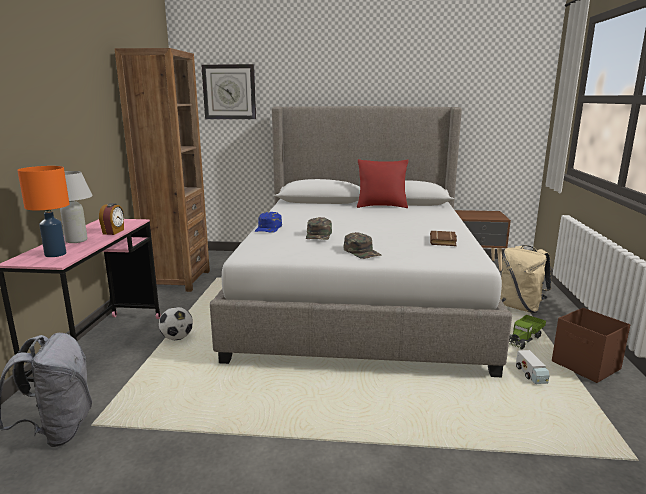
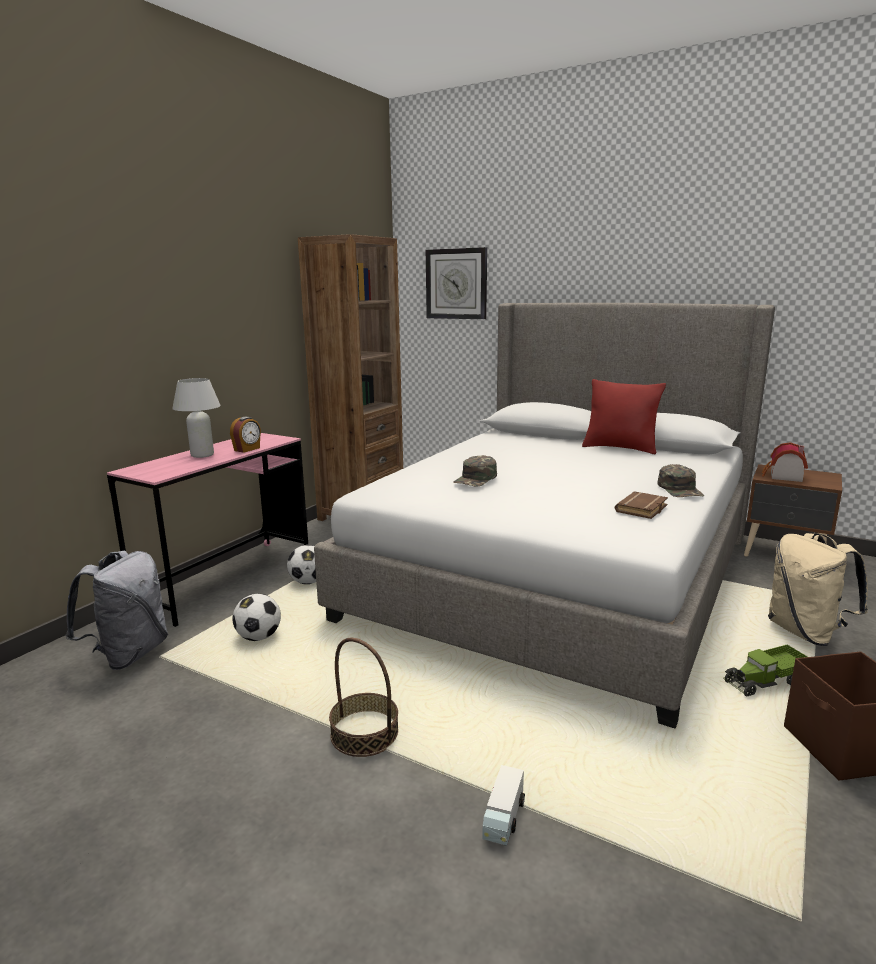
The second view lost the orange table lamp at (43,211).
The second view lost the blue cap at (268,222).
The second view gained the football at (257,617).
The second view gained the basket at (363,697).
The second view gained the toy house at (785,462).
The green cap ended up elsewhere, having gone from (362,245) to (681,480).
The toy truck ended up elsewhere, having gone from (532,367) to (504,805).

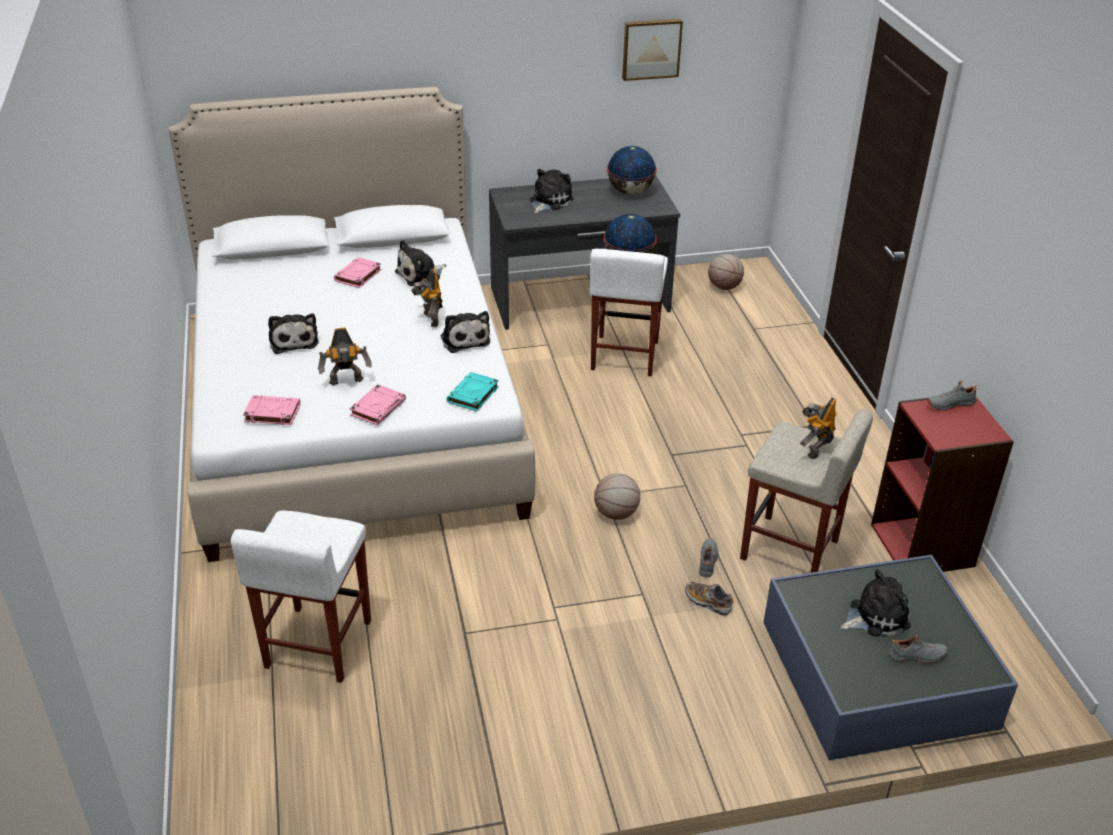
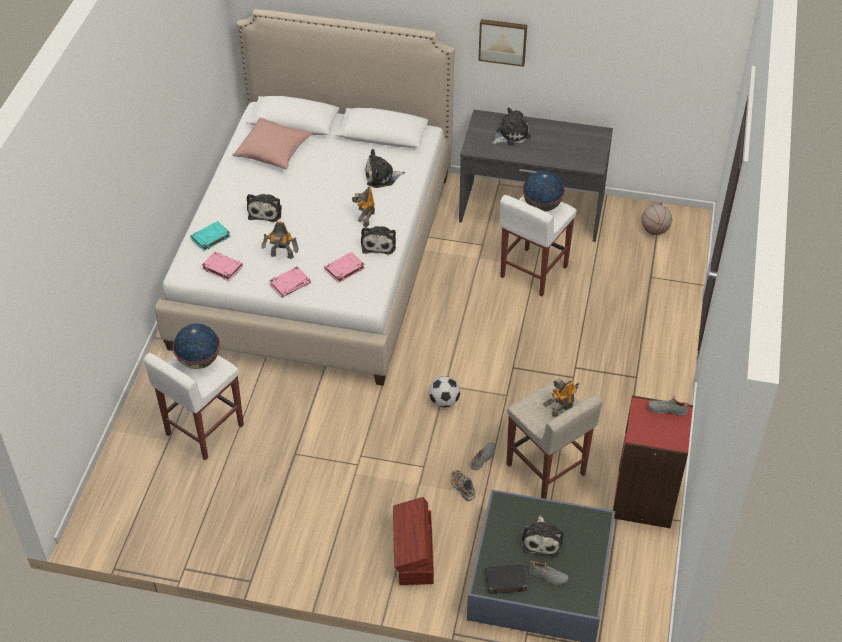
The second view gained the pink pillow at (272,144).
The second view gained the brown storage box at (413,541).
The second view gained the black book at (506,579).
The pink book ended up elsewhere, having gone from (358,272) to (344,267).
The turquoise book ended up elsewhere, having gone from (473,392) to (210,236).
The globe ended up elsewhere, having gone from (632,170) to (196,346).
The picture ended up elsewhere, having gone from (652,50) to (502,43).
Where the basketball stood at (617,496), the football came to stand at (444,391).
The plush toy at (876,602) ended up facing another way, 90 degrees clockwise from before.

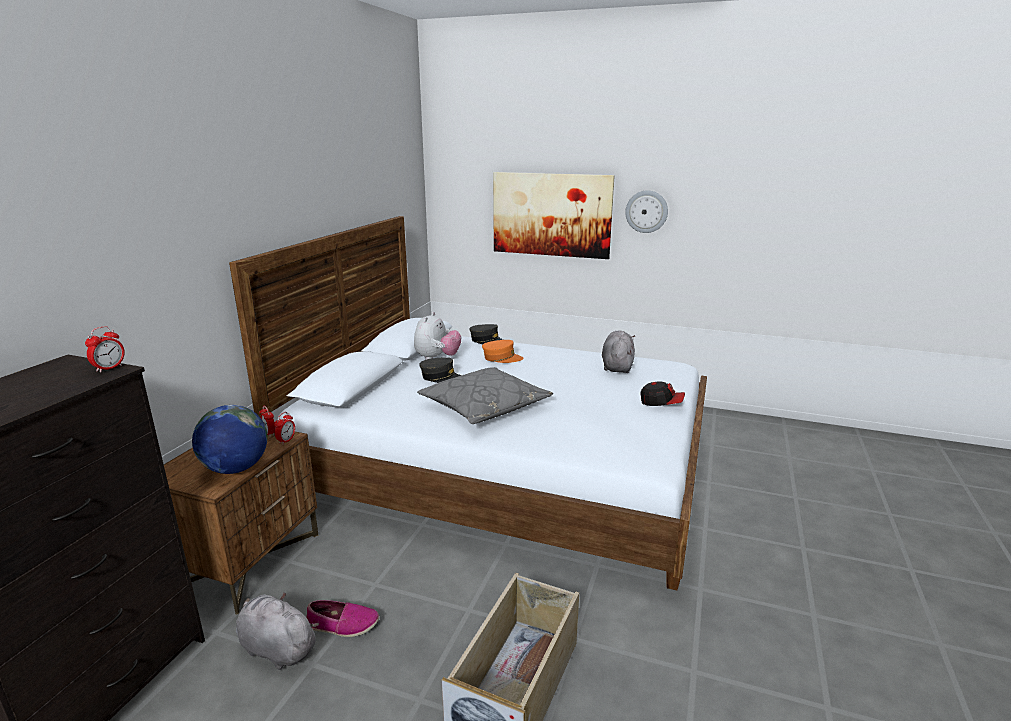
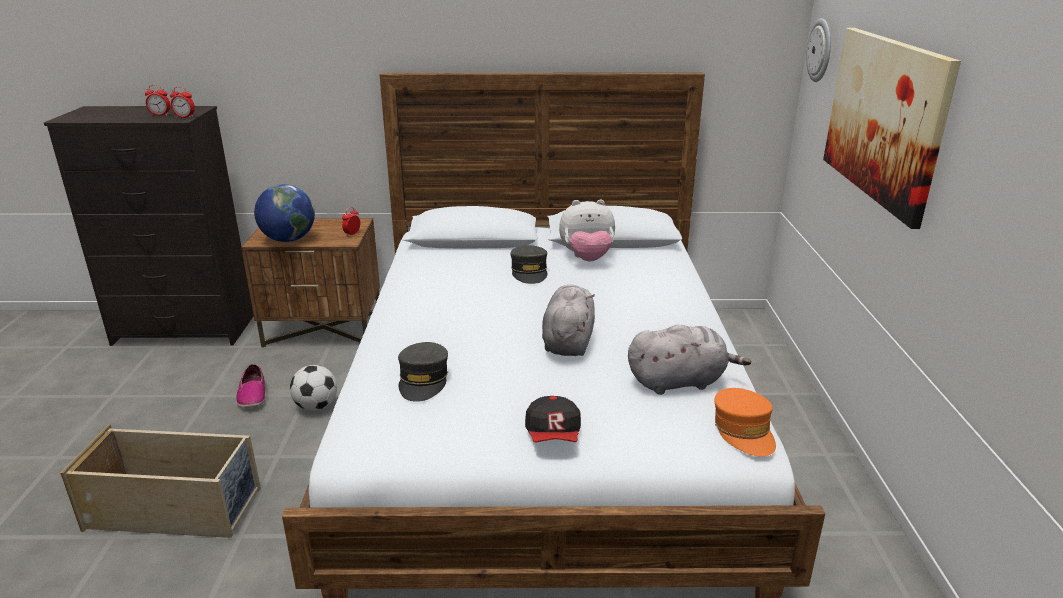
The second view lost the grey pillow at (485,395).
The second view gained the football at (313,388).
The grey plush toy ended up elsewhere, having gone from (277,631) to (568,320).
The alarm clock ended up elsewhere, having gone from (284,428) to (157,100).
The grey cap ended up elsewhere, having gone from (486,334) to (423,372).
The orange cap ended up elsewhere, having gone from (502,351) to (745,422).
The wall clock ended up elsewhere, having gone from (646,211) to (818,50).

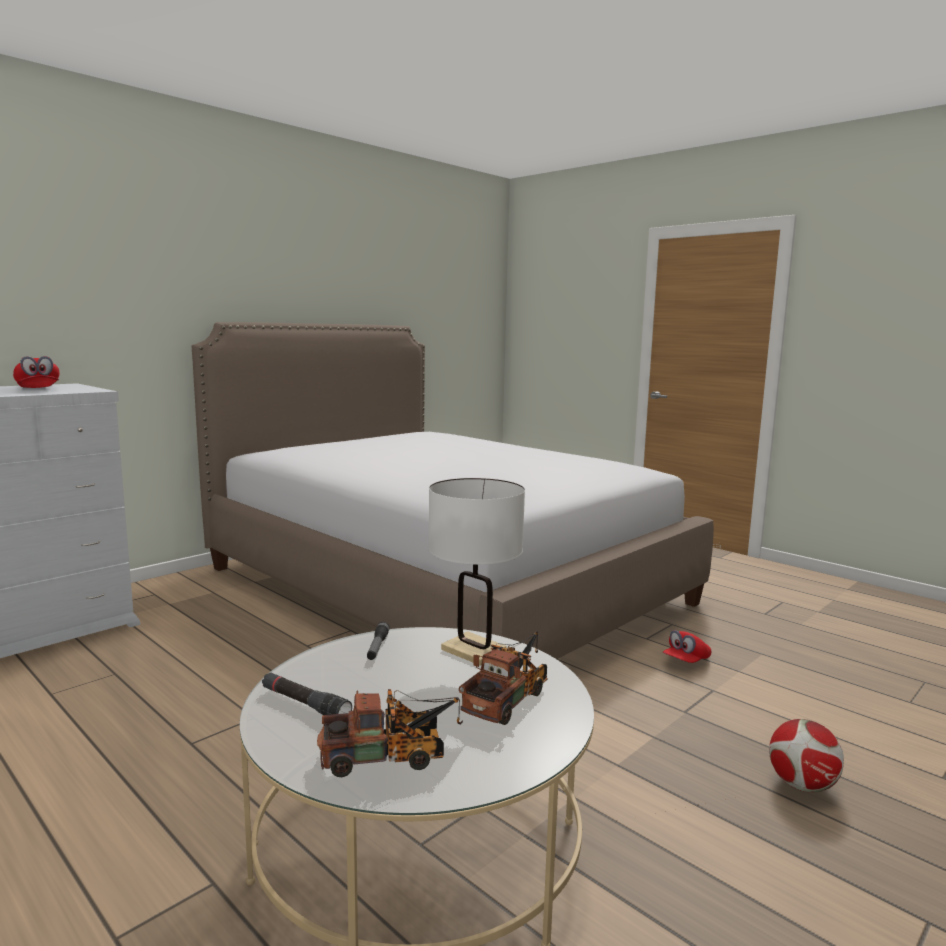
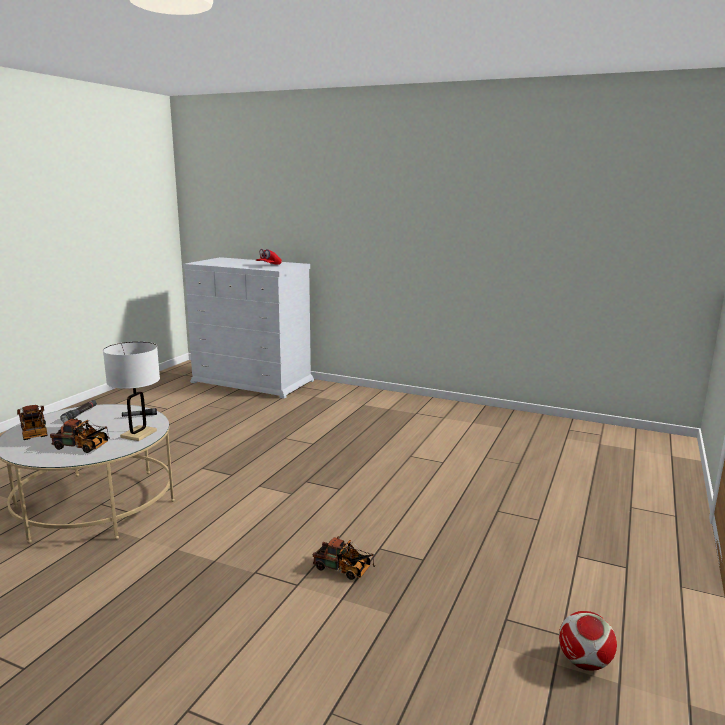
The second view lost the bed at (453,490).
The football ended up elsewhere, having gone from (806,755) to (588,641).
Where the red cap stood at (687,646), the toy truck came to stand at (344,558).

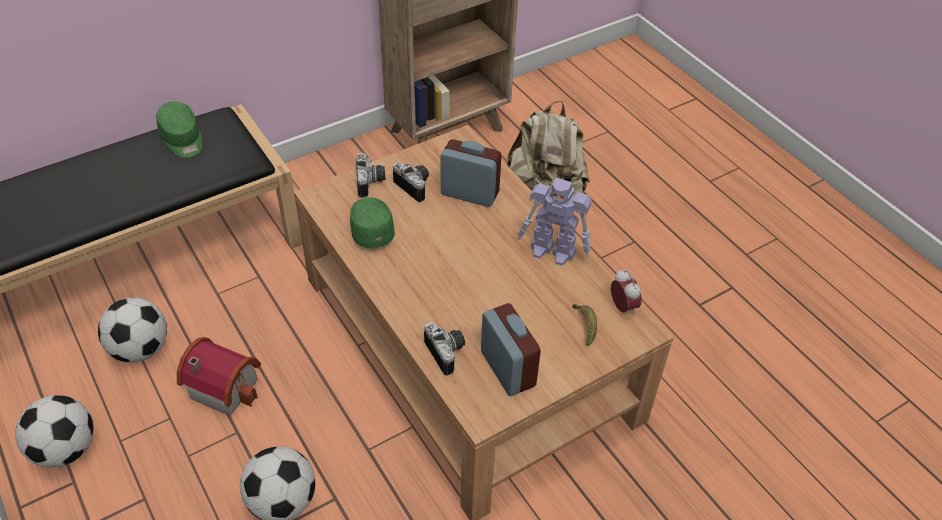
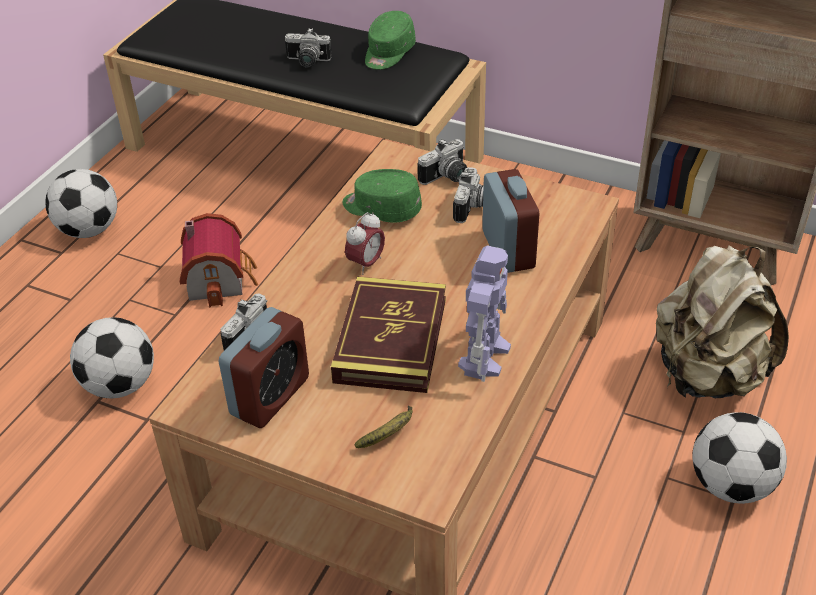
The second view gained the photo camera at (308,48).
The second view gained the book at (388,335).
The football ended up elsewhere, having gone from (132,330) to (739,458).
The alarm clock ended up elsewhere, having gone from (626,291) to (365,243).
The green cap at (372,222) ended up facing another way, 105 degrees counterclockwise from before.
The toy robot at (555,222) ended up facing another way, 150 degrees counterclockwise from before.

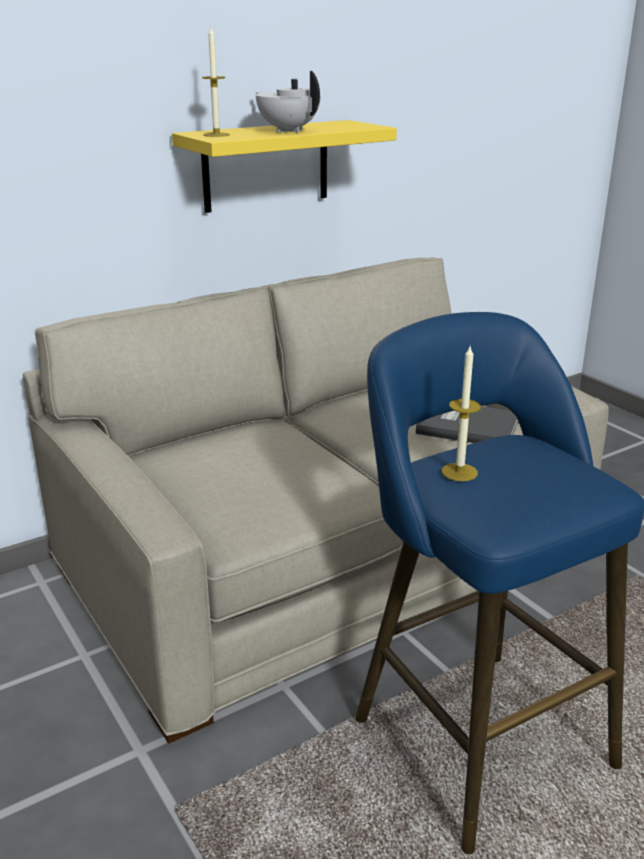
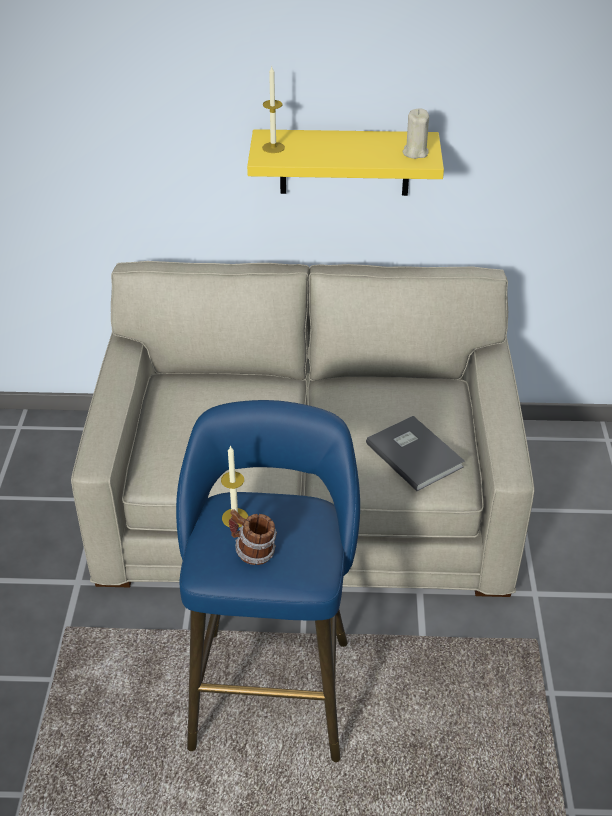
The second view lost the white teapot at (288,102).
The second view gained the mug at (253,537).
The second view gained the beige candle at (416,134).

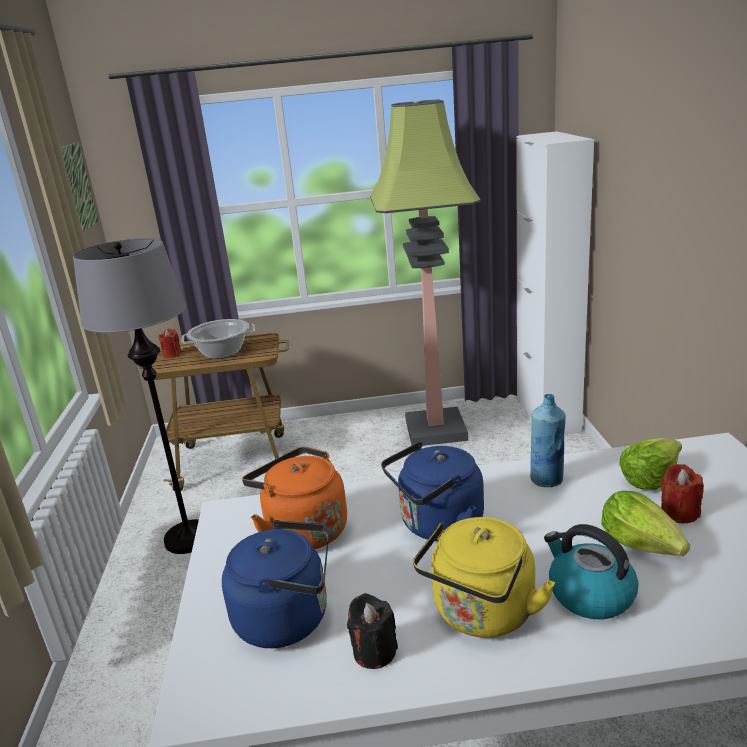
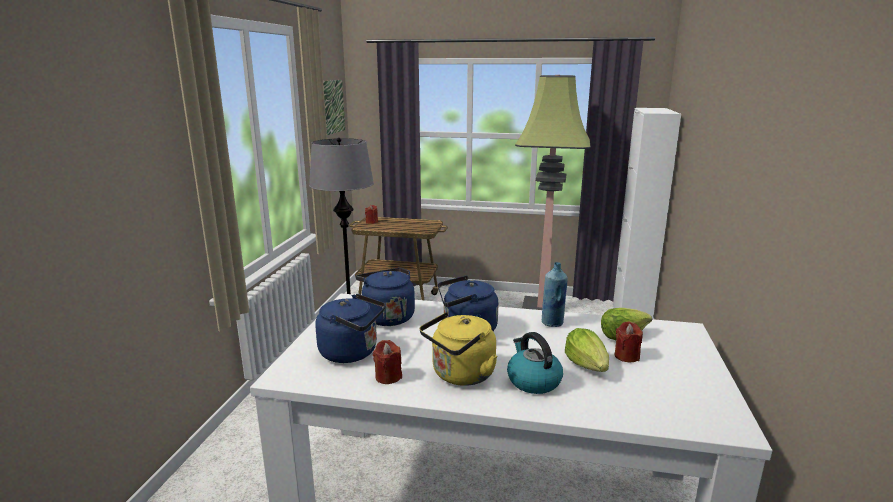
The second view lost the cooking pot at (218,339).
What was the orange kettle at (294,498) turned into the blue kettle at (383,297).
What was the black candle at (372,631) turned into the red candle at (387,362).

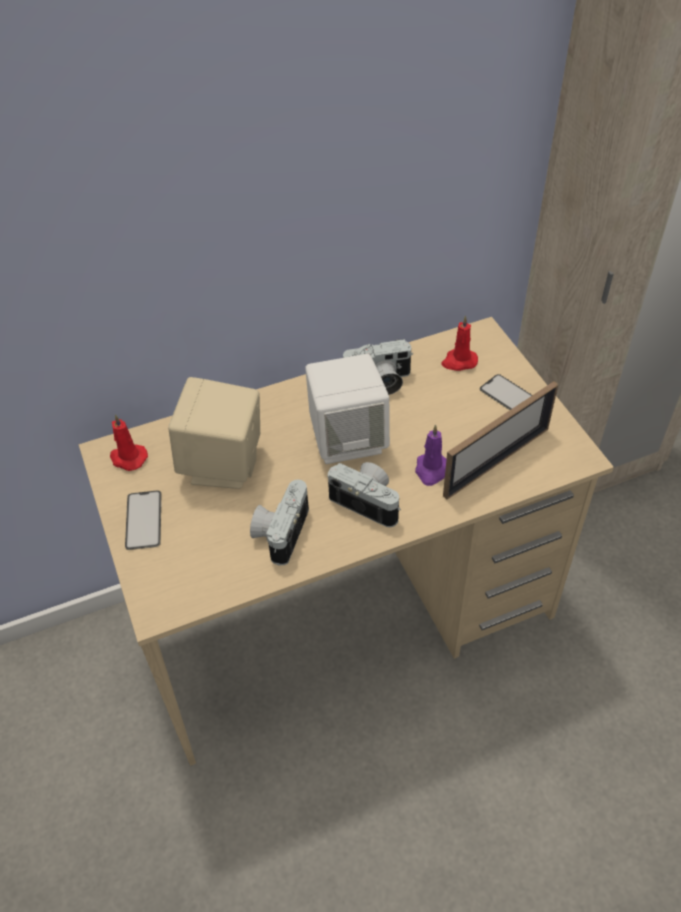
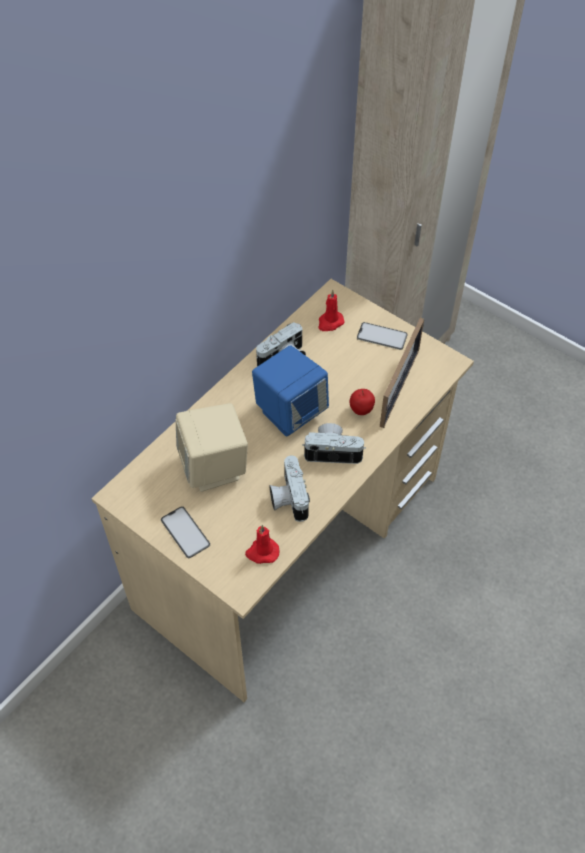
The red candle ended up elsewhere, having gone from (129,442) to (262,544).
Where the purple candle stood at (430,455), the apple came to stand at (362,402).
What was the white speaker at (347,409) turned into the blue speaker at (290,391).

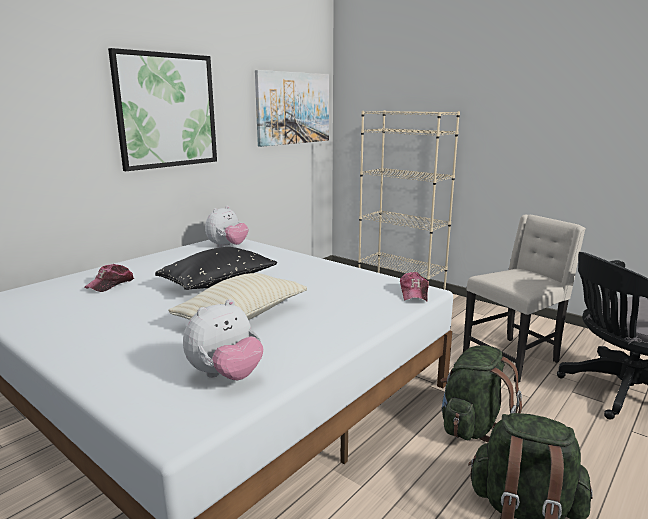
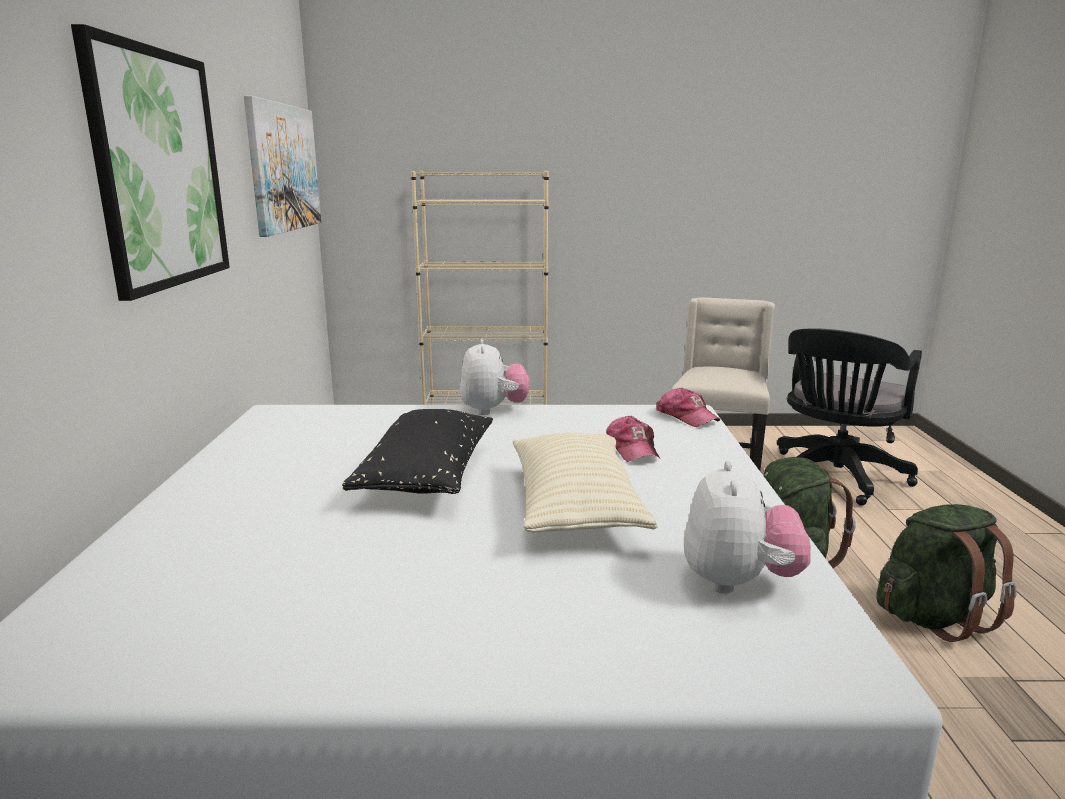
The cap ended up elsewhere, having gone from (109,278) to (633,439).
The plush toy ended up elsewhere, having gone from (226,227) to (495,377).

